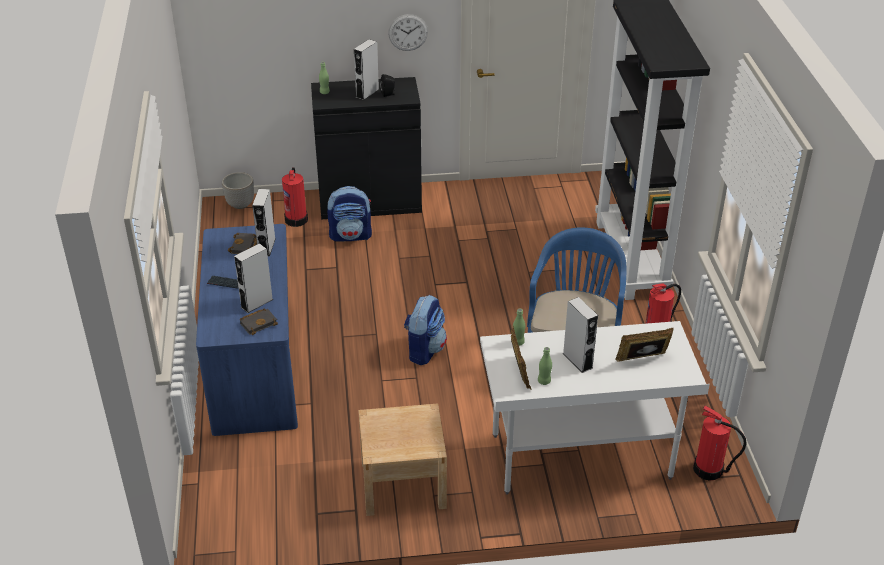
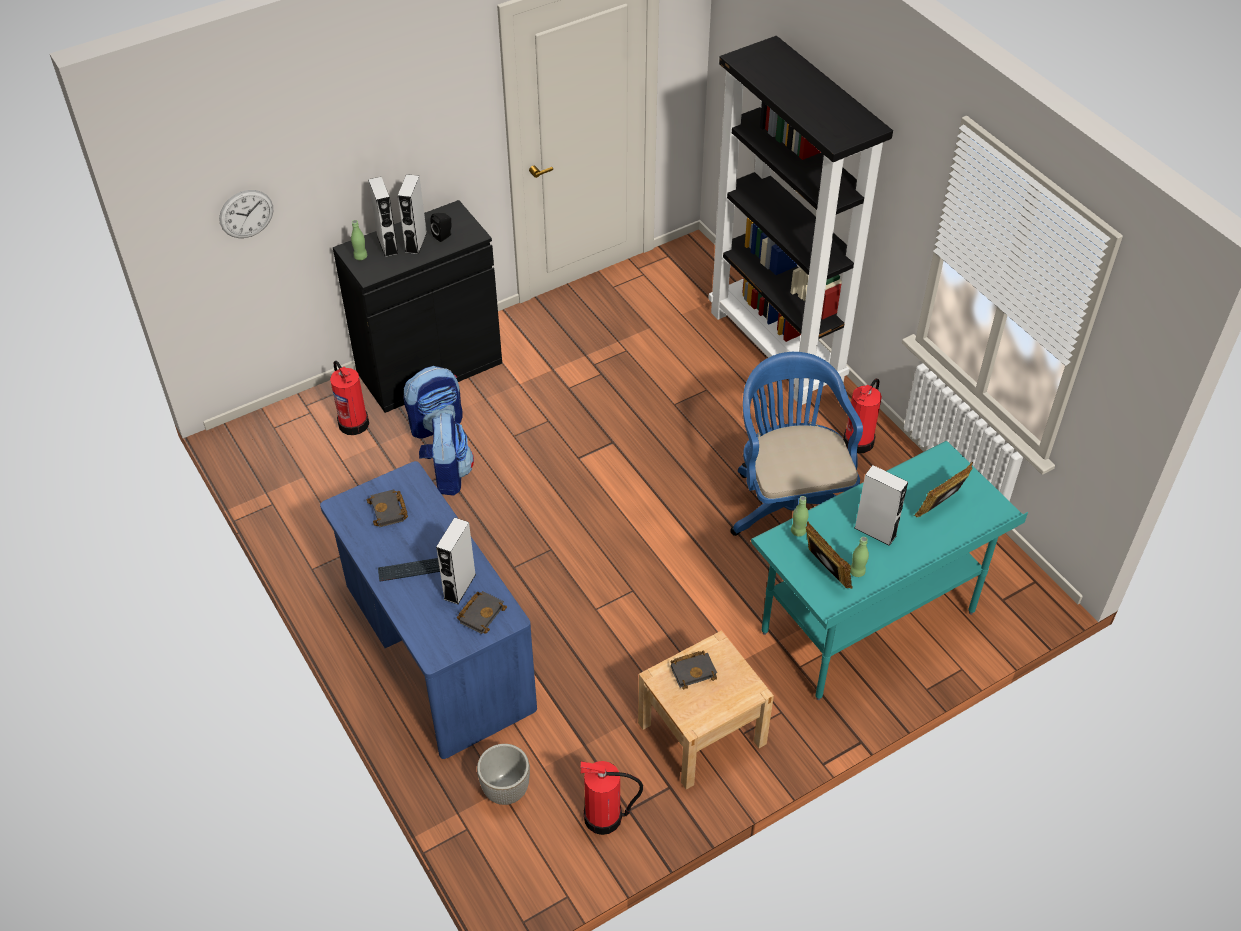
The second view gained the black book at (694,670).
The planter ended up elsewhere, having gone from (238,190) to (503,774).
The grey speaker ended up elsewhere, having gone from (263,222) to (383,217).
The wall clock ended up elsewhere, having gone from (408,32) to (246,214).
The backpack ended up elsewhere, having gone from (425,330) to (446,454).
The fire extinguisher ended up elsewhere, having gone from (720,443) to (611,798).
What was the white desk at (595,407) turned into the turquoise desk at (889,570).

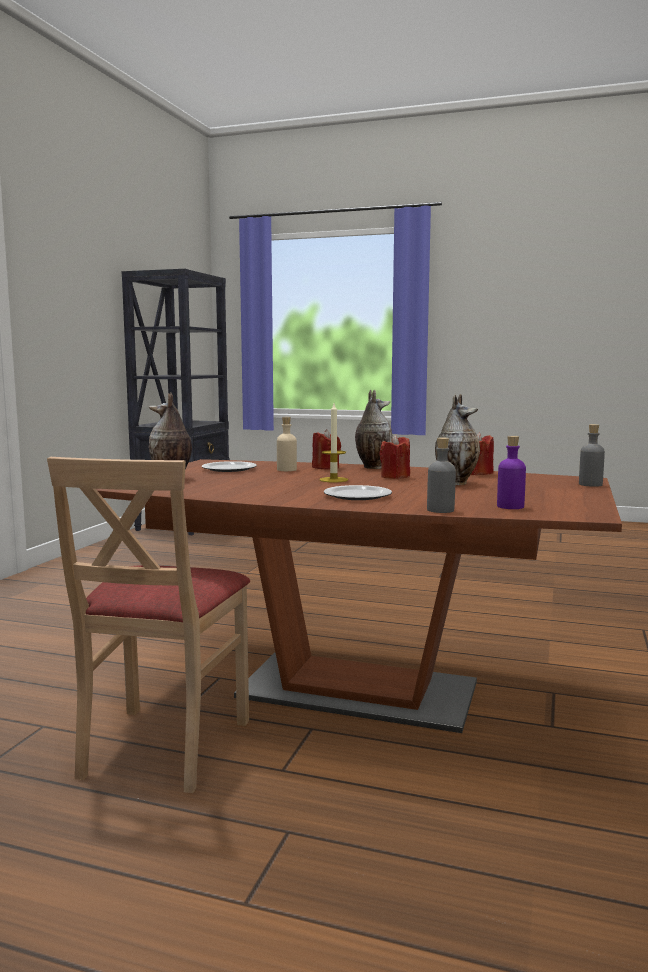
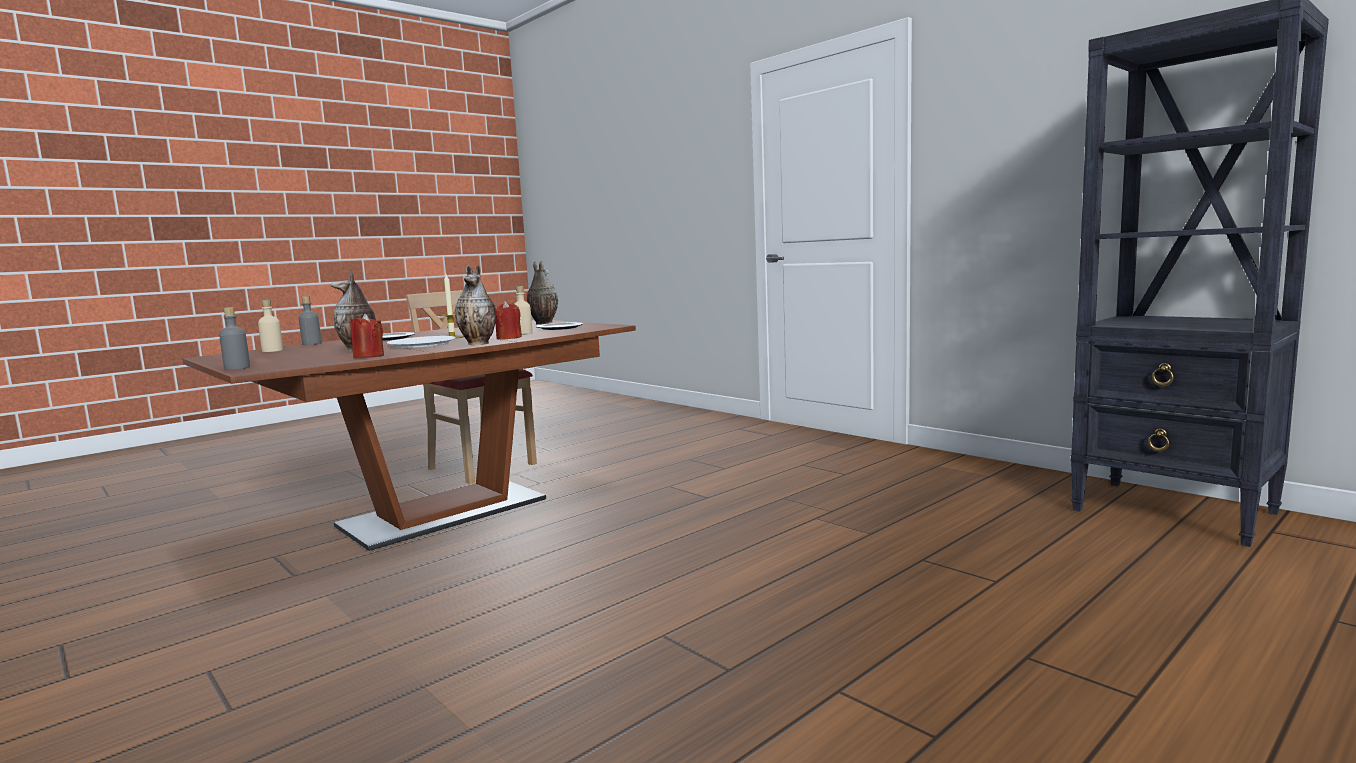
Where the red candle stood at (394,457), the white plate came to stand at (421,342).
What was the purple bottle at (511,472) turned into the beige bottle at (270,326).

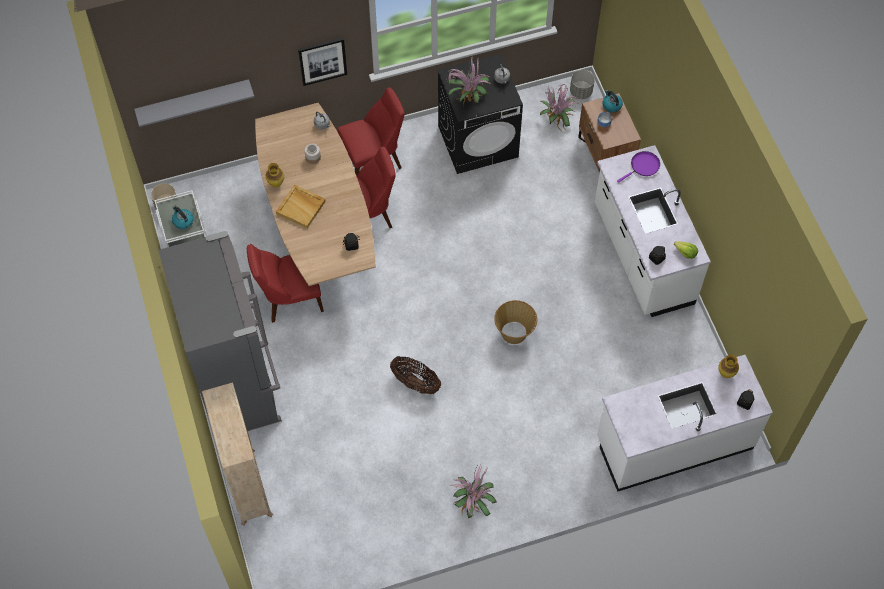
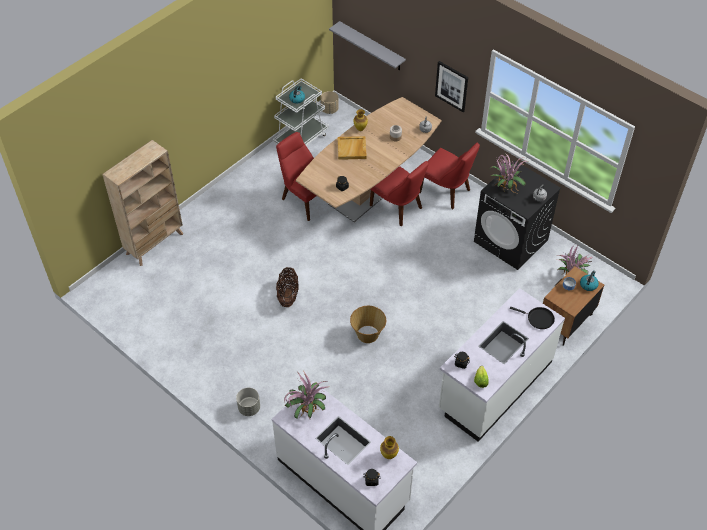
The second view lost the grey fridge at (220,331).
The potted plant ended up elsewhere, having gone from (475,491) to (306,395).
The grey planter ended up elsewhere, having gone from (582,84) to (248,402).
What was the purple frying pan at (638,167) turned into the black frying pan at (532,318).

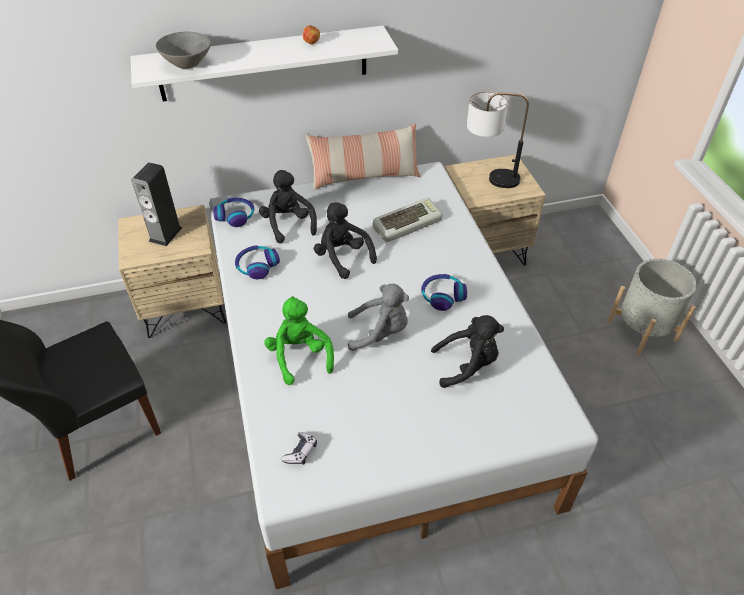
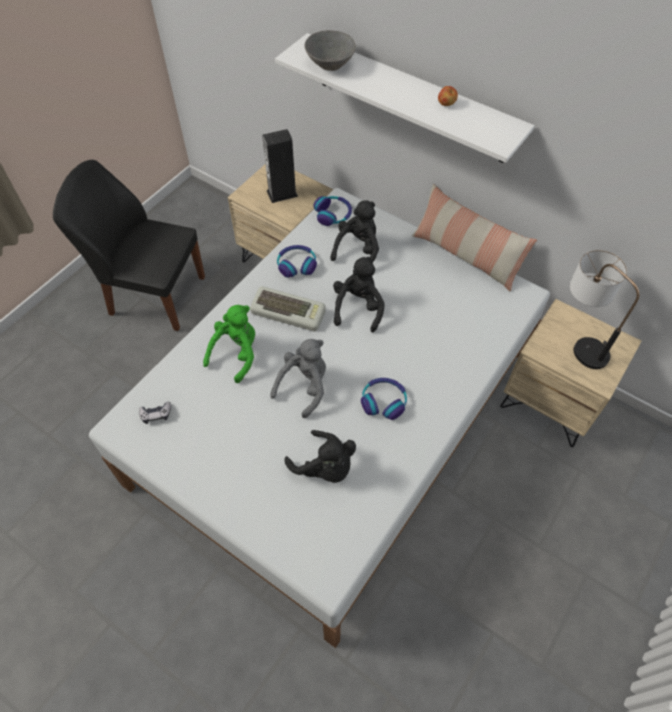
The second view lost the grey planter at (652,307).
The keyboard ended up elsewhere, having gone from (407,220) to (288,308).
The grey plush toy at (378,317) ended up facing another way, 105 degrees counterclockwise from before.

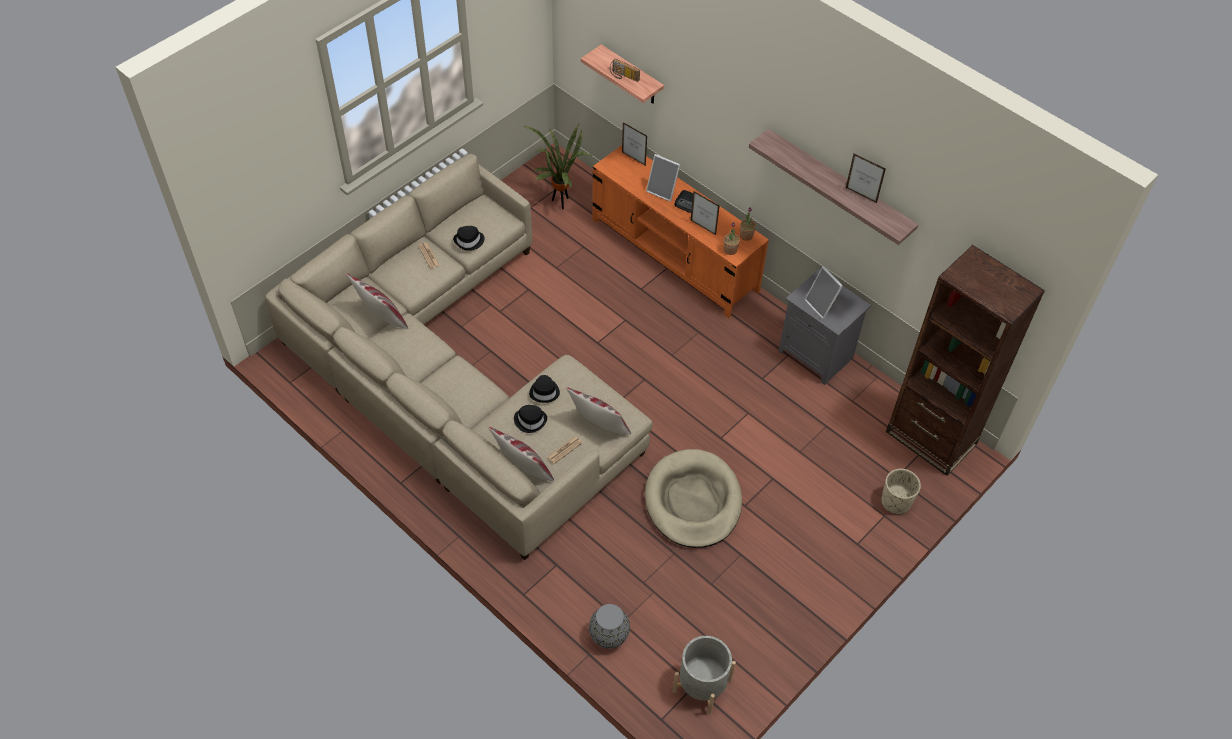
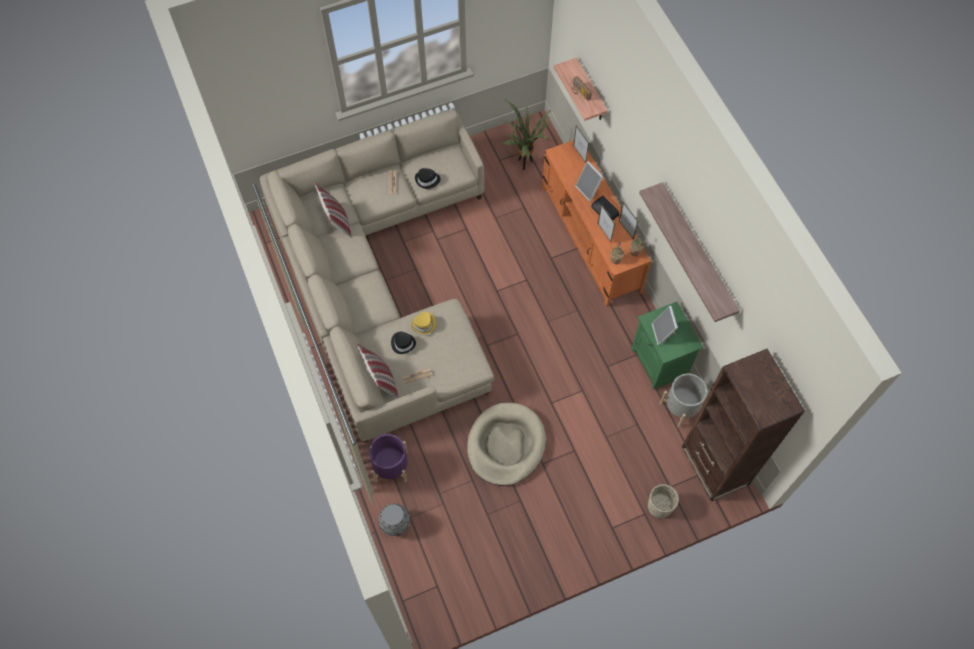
The second view lost the pillow at (598,411).
The second view gained the purple planter at (388,458).
The grey planter ended up elsewhere, having gone from (704,675) to (683,400).
The picture frame ended up elsewhere, having gone from (866,178) to (628,221).
What was the black hat at (544,389) turned into the yellow hat at (423,323).
What was the grey nightstand at (824,327) turned into the green nightstand at (667,346).

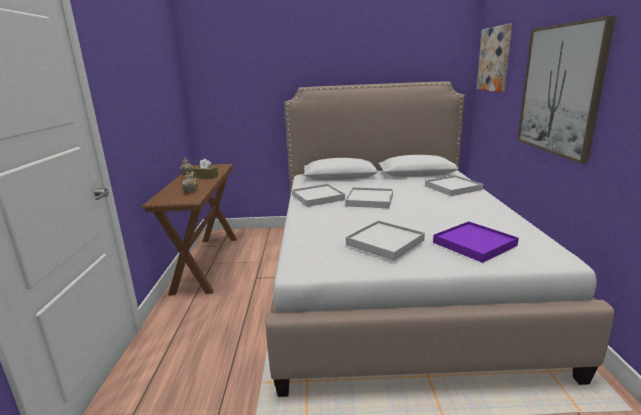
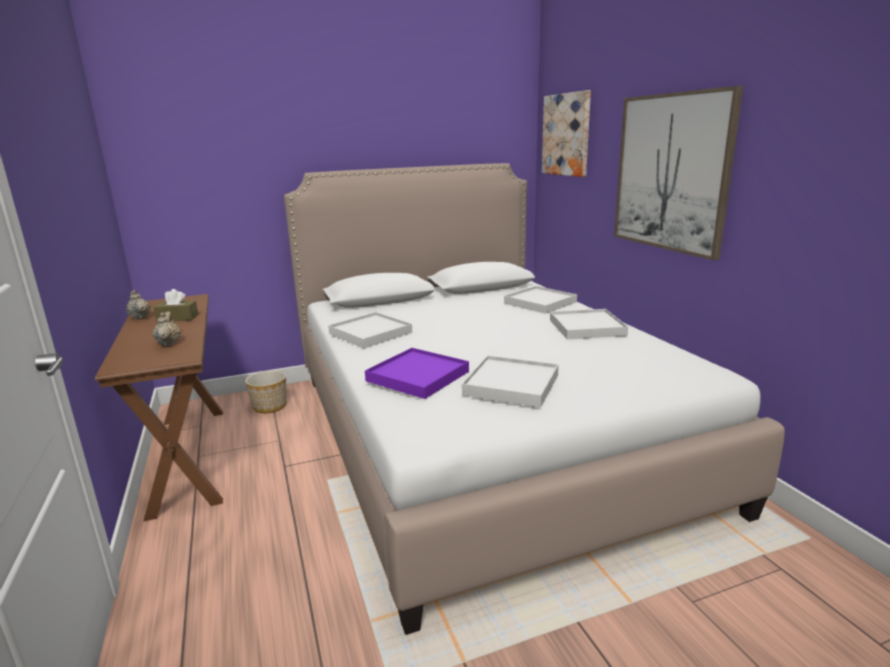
The second view gained the planter at (266,391).
The white tray ended up elsewhere, having gone from (369,197) to (589,324).
The purple tray ended up elsewhere, having gone from (476,242) to (417,373).

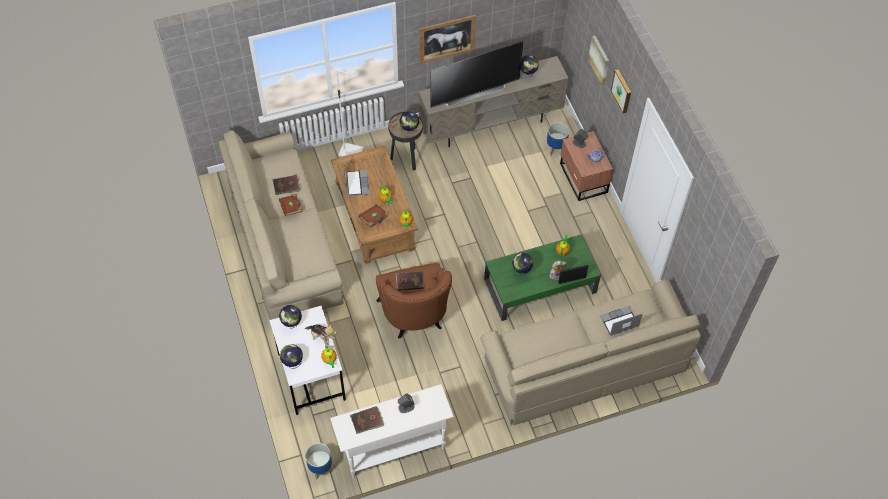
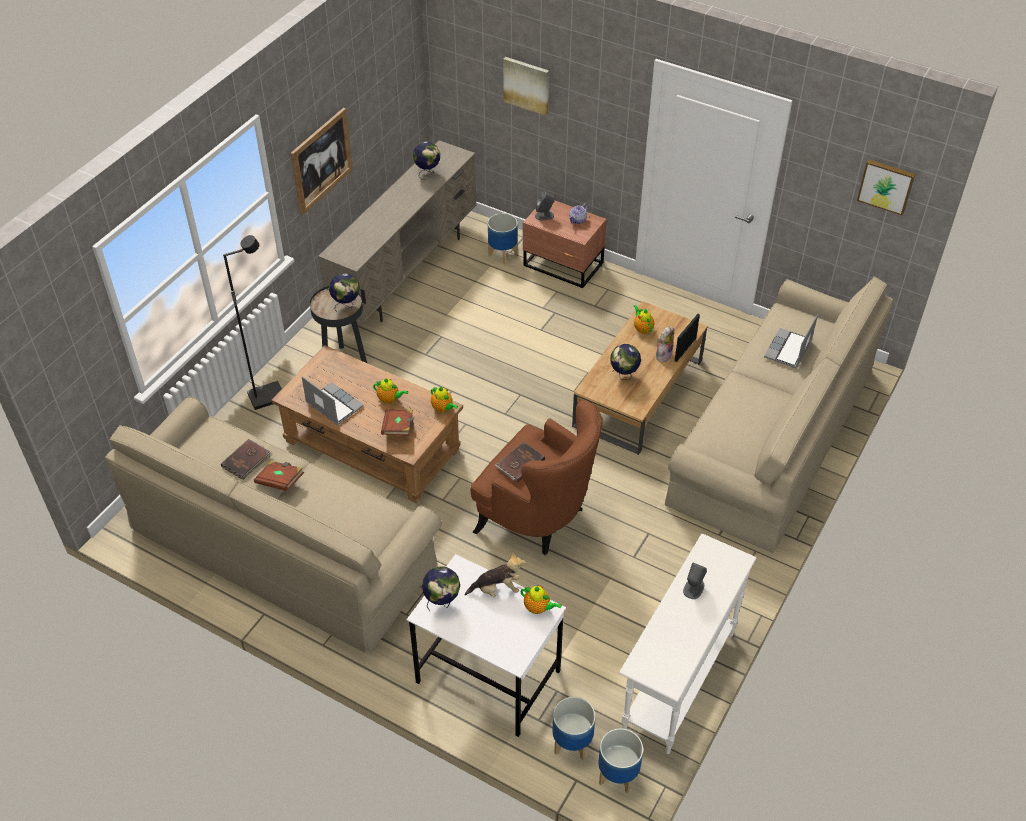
The second view lost the globe at (291,356).
The second view lost the brown book at (367,420).
The second view lost the television at (477,74).
The second view gained the planter at (573,728).
The picture ended up elsewhere, having gone from (621,91) to (886,187).
What was the white floor lamp at (350,112) turned into the black floor lamp at (252,322).
What was the green coffee table at (542,277) turned into the brown coffee table at (639,378).

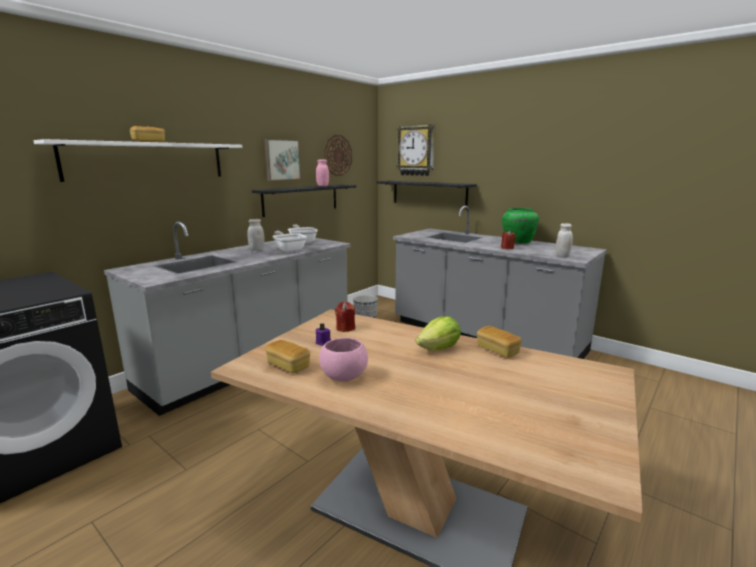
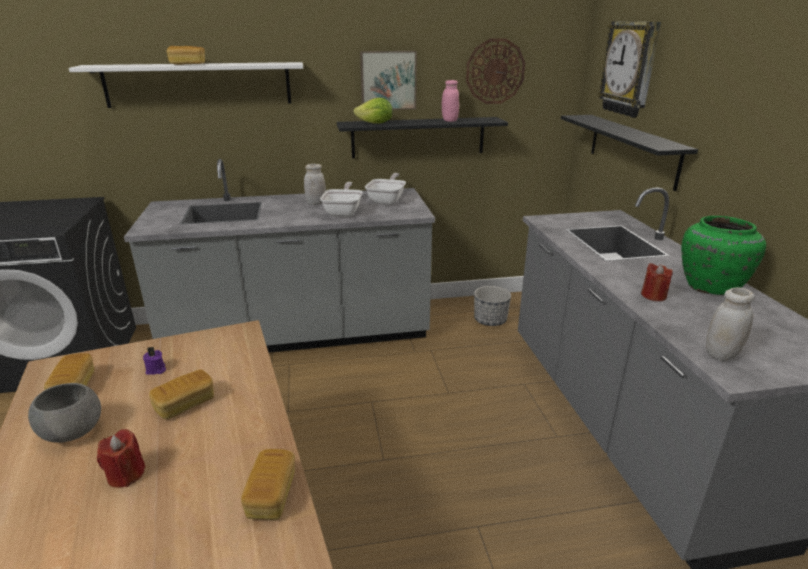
The second view gained the bread at (181,394).
The red candle ended up elsewhere, having gone from (345,317) to (121,458).
The lettuce ended up elsewhere, having gone from (438,333) to (373,111).
What was the pink bowl at (343,360) turned into the grey bowl at (64,413).

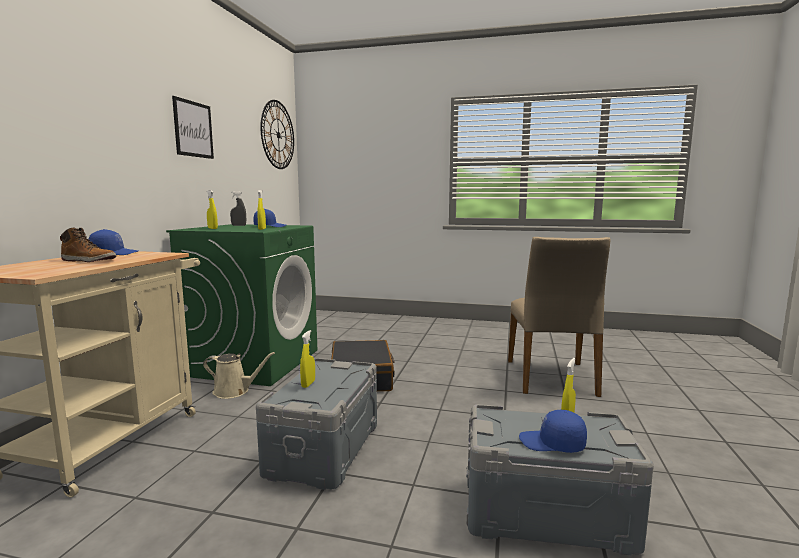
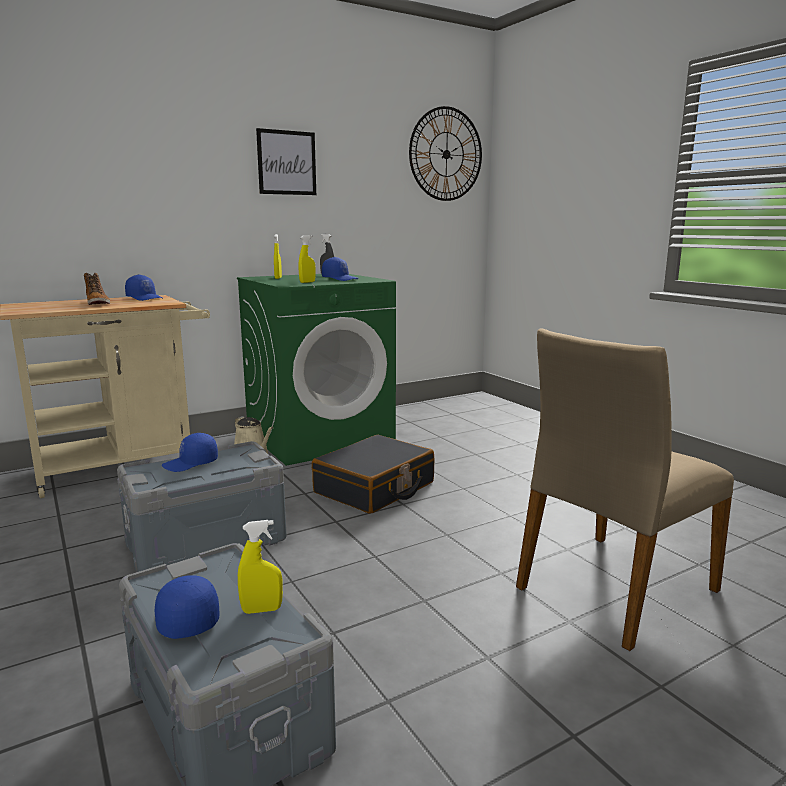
Where the yellow spray bottle stood at (307,359), the blue cap came to stand at (190,452).

